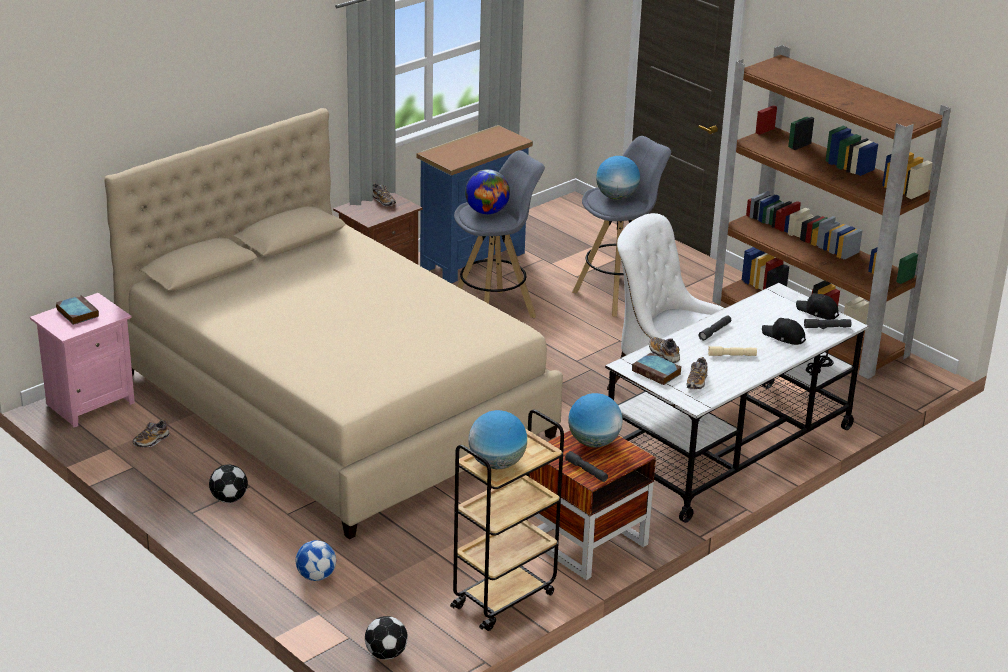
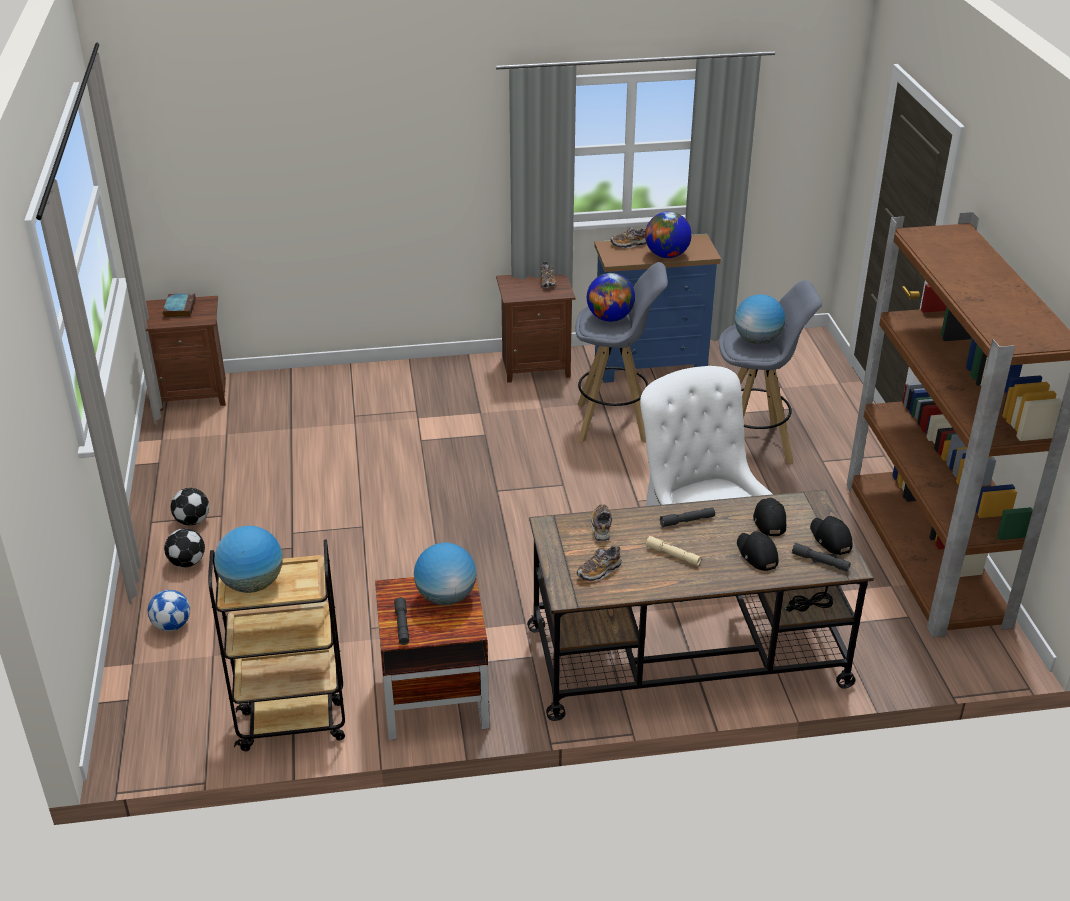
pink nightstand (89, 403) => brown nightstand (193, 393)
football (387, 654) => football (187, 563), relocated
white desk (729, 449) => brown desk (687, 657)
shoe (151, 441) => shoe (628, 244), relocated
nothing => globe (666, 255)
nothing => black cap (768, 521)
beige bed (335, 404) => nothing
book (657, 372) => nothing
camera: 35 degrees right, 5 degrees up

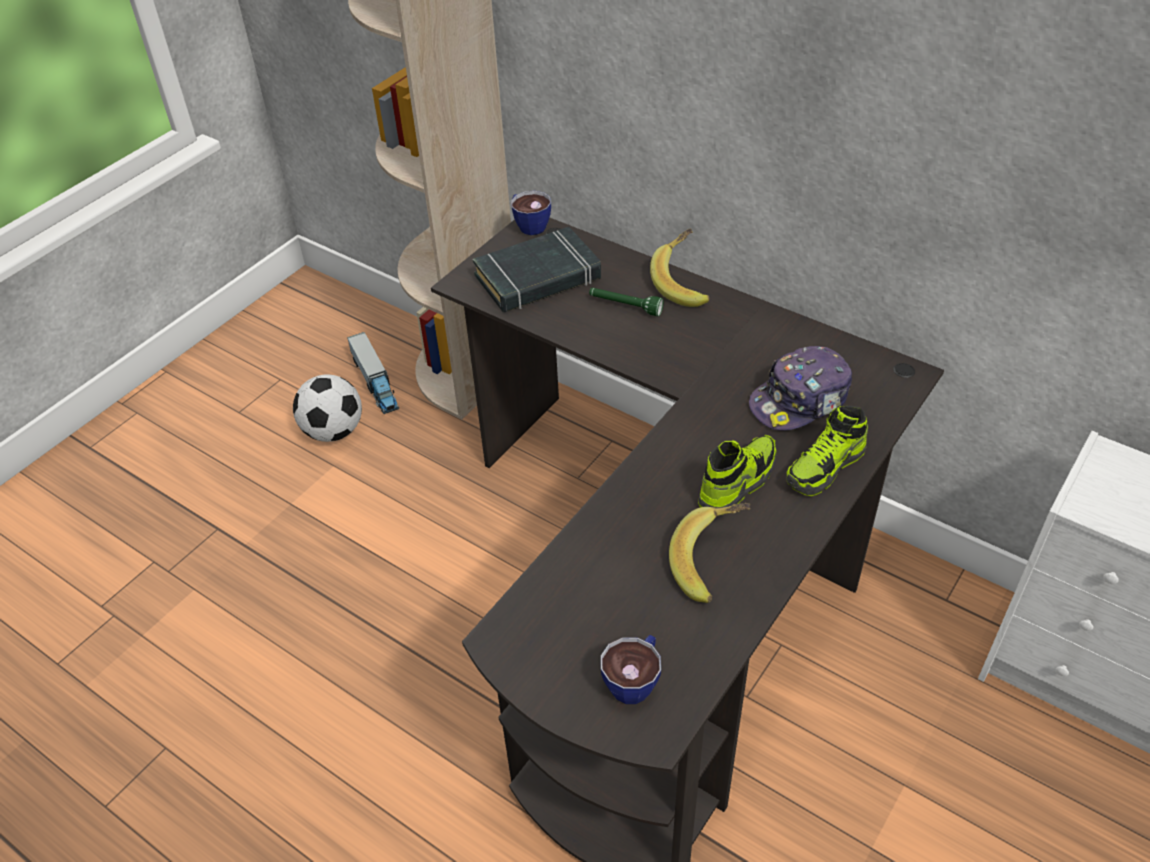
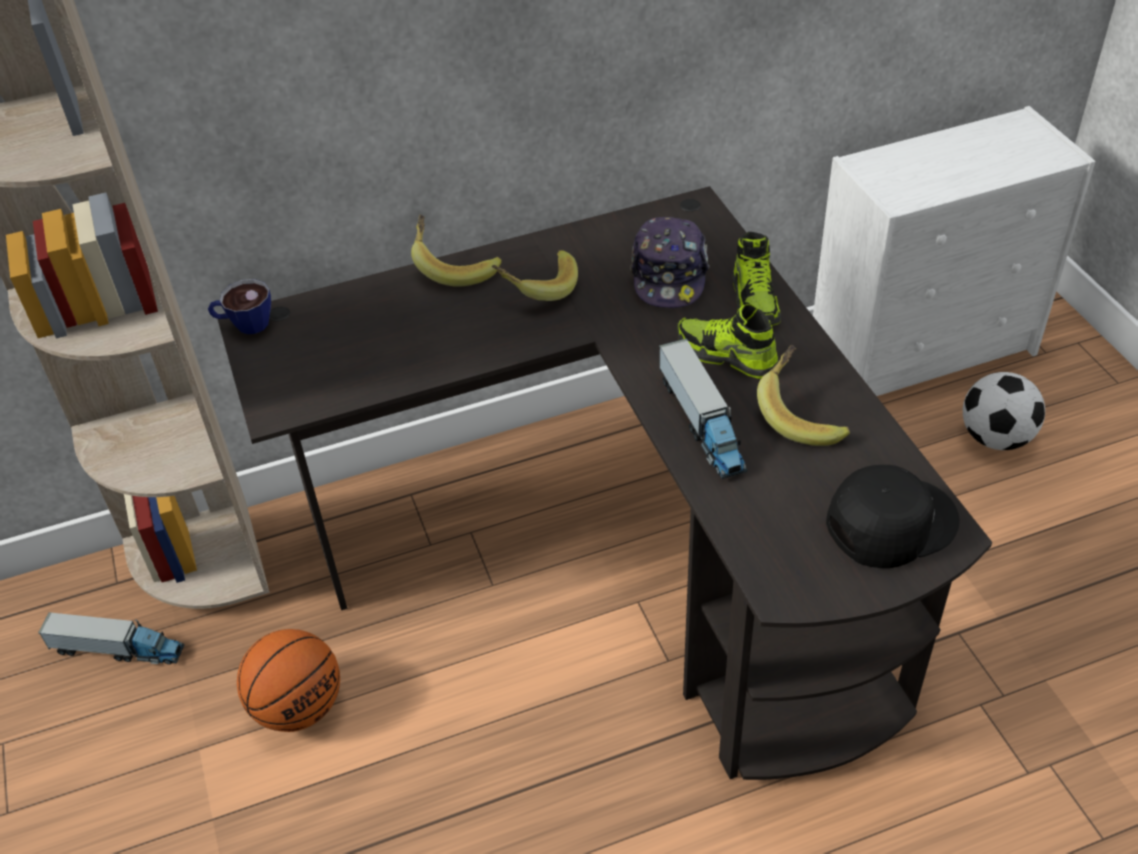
nothing => basketball (298, 706)
nothing => banana (537, 287)
nothing => toy truck (702, 423)
shoe (737, 482) => shoe (726, 356), 45 degrees counterclockwise
cup (635, 680) => black cap (889, 521)
football (333, 431) => football (995, 438), relocated
black book (538, 278) => nothing
green flashlight (625, 306) => nothing
camera: 55 degrees left, 0 degrees up

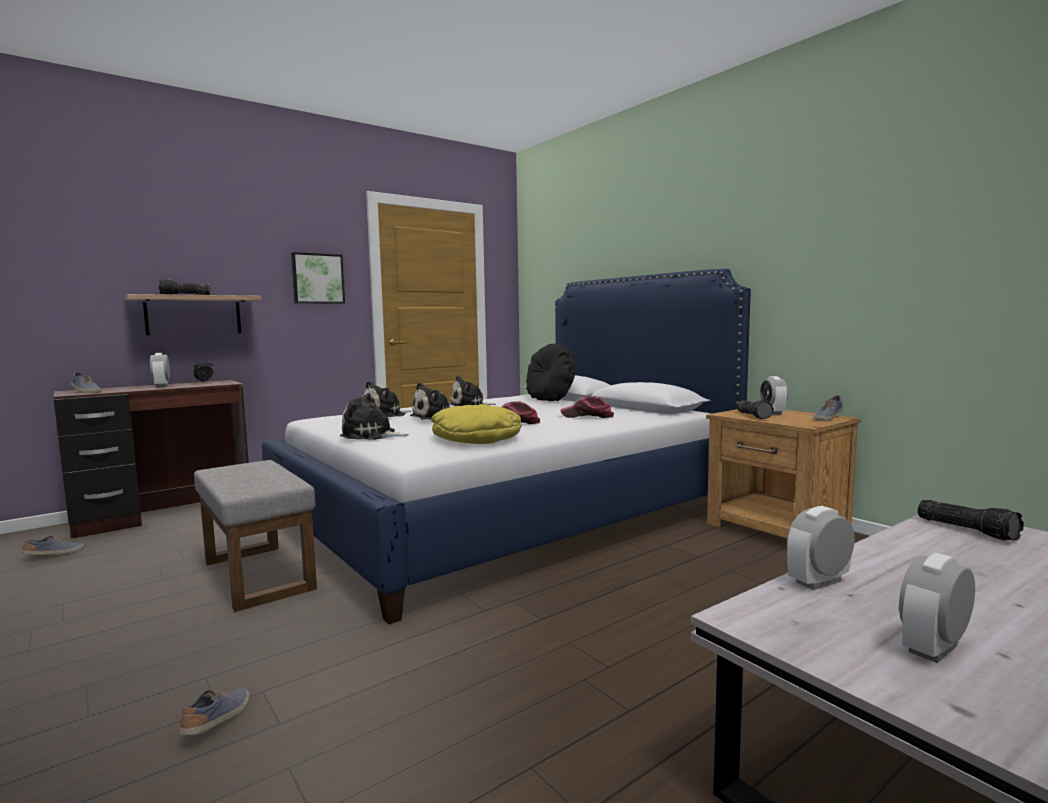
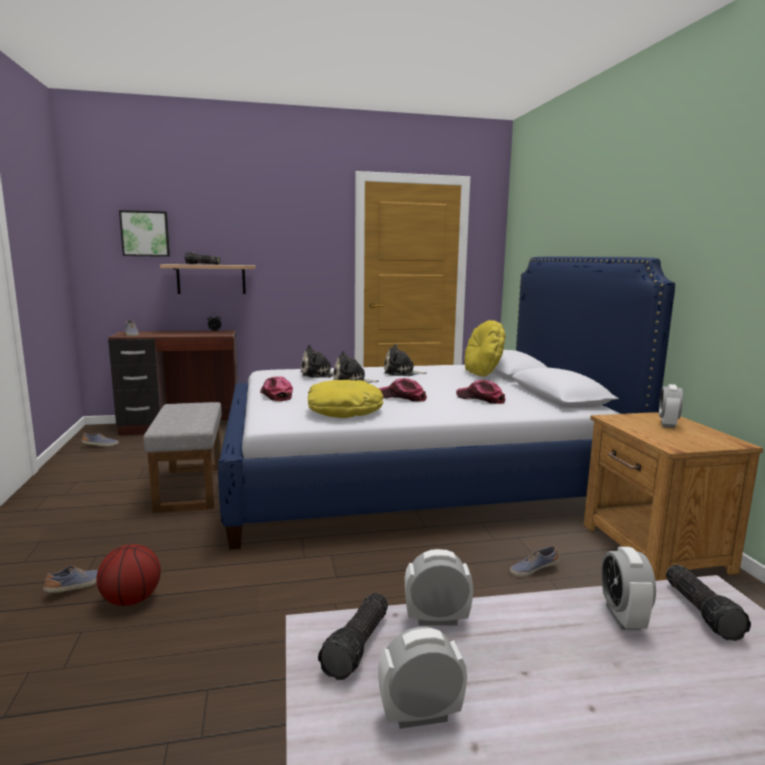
nothing => basketball (131, 600)
picture (317, 278) => picture (145, 234), relocated
plush toy (371, 435) => cap (275, 395)
flashlight (754, 416) => flashlight (359, 646), relocated
black pillow (550, 400) => yellow pillow (483, 374)
shoe (827, 418) => shoe (533, 570), relocated
alarm clock (162, 386) => alarm clock (623, 617), relocated
camera: 25 degrees right, 5 degrees up

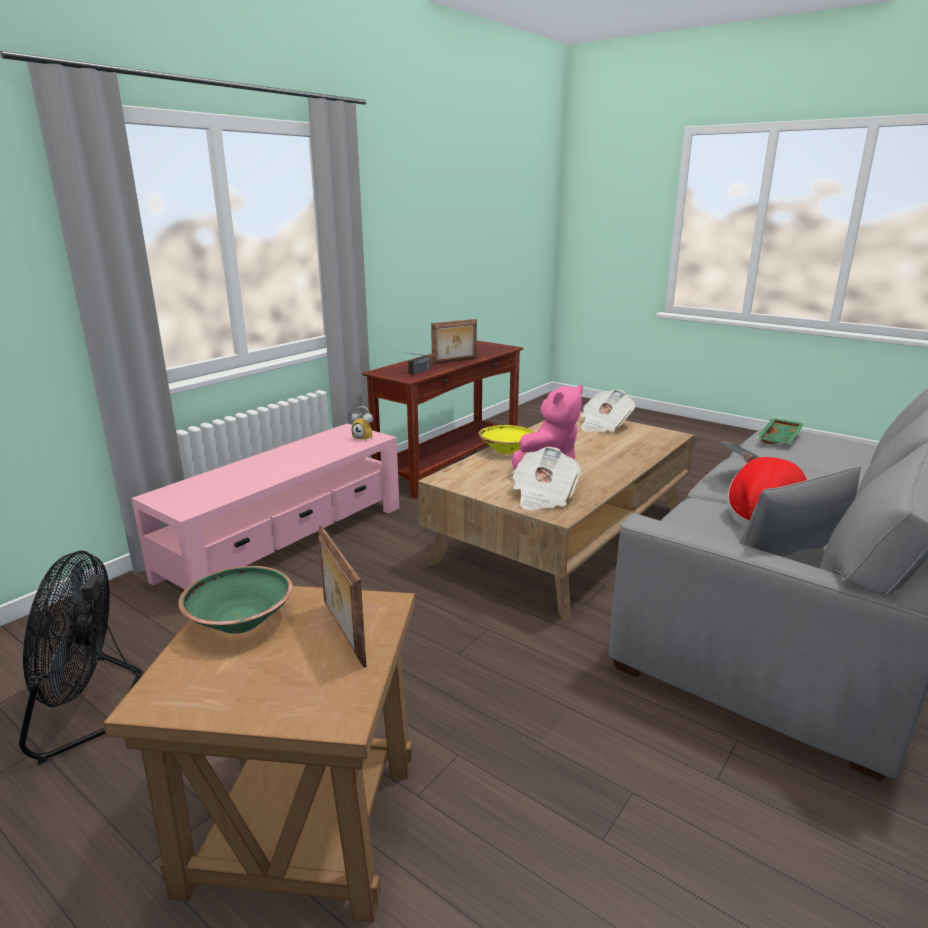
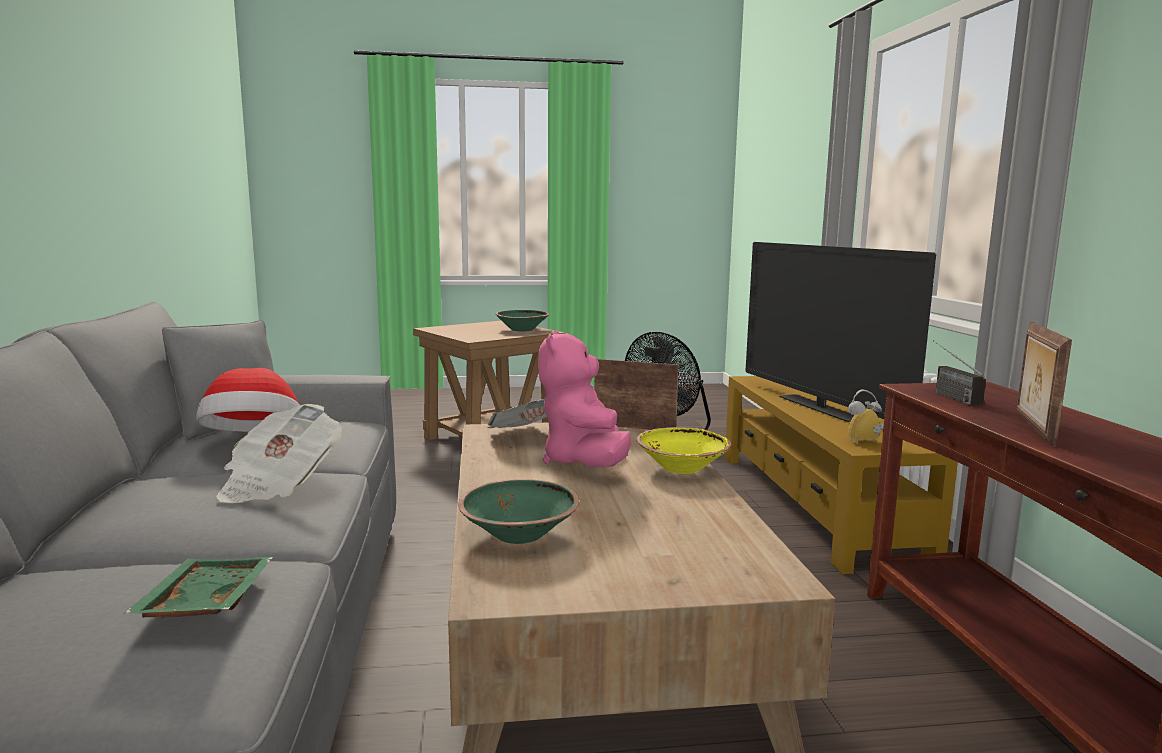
nothing => green bowl (519, 534)
picture frame (342, 634) => picture frame (634, 427), relocated
pink tv stand (286, 540) => yellow tv stand (816, 503)
nothing => television (819, 408)
newspaper (603, 425) => nothing
camera: 135 degrees right, 10 degrees down

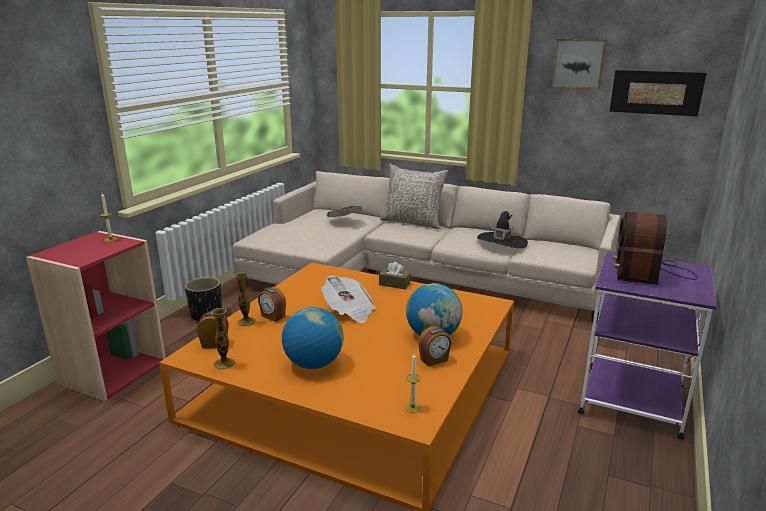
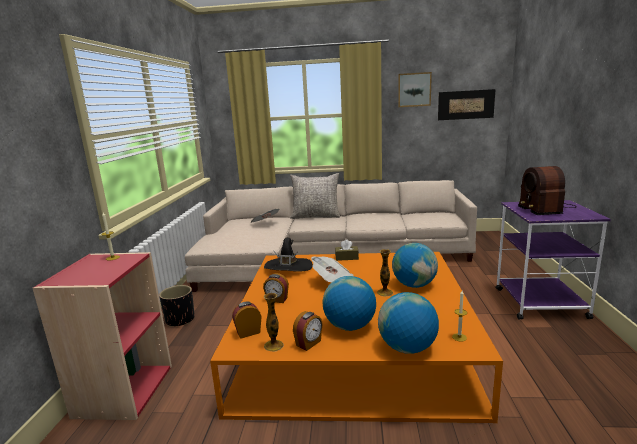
black hat (501, 242) => black hat (288, 267), relocated
alarm clock (434, 360) => alarm clock (309, 343), relocated
vase (246, 322) => vase (384, 292), relocated
nothing => globe (407, 348)
camera: 20 degrees left, 5 degrees down

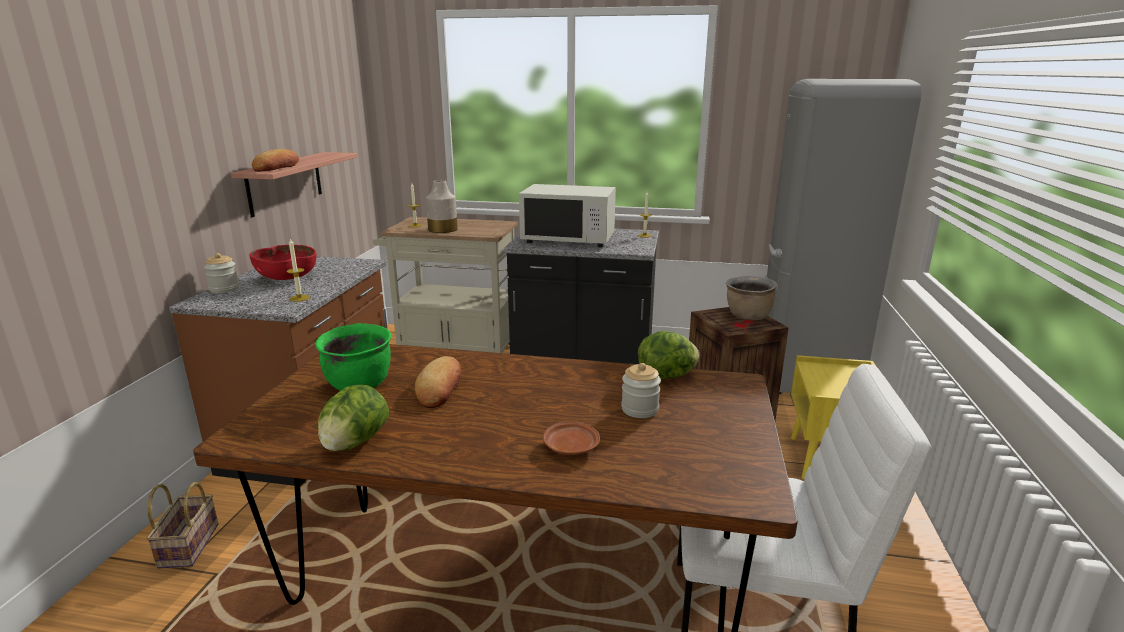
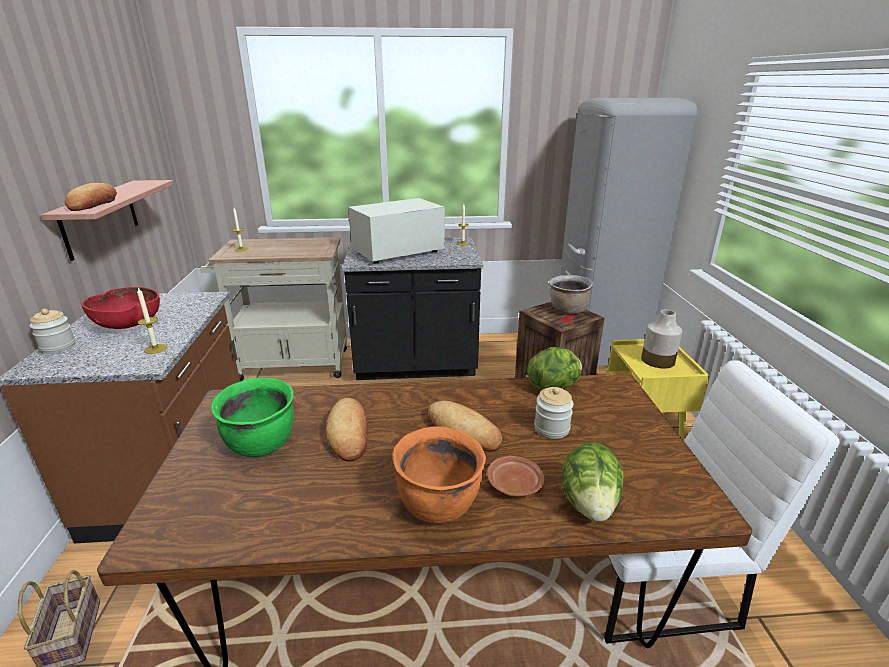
white microwave (568, 239) => white microwave (398, 252), 150 degrees clockwise
nothing => orange cooking pot (439, 505)
nothing => bread (463, 431)
lettuce (354, 443) => lettuce (589, 503), relocated
beige vase (443, 229) => beige vase (657, 360), relocated
camera: 15 degrees left, 5 degrees up

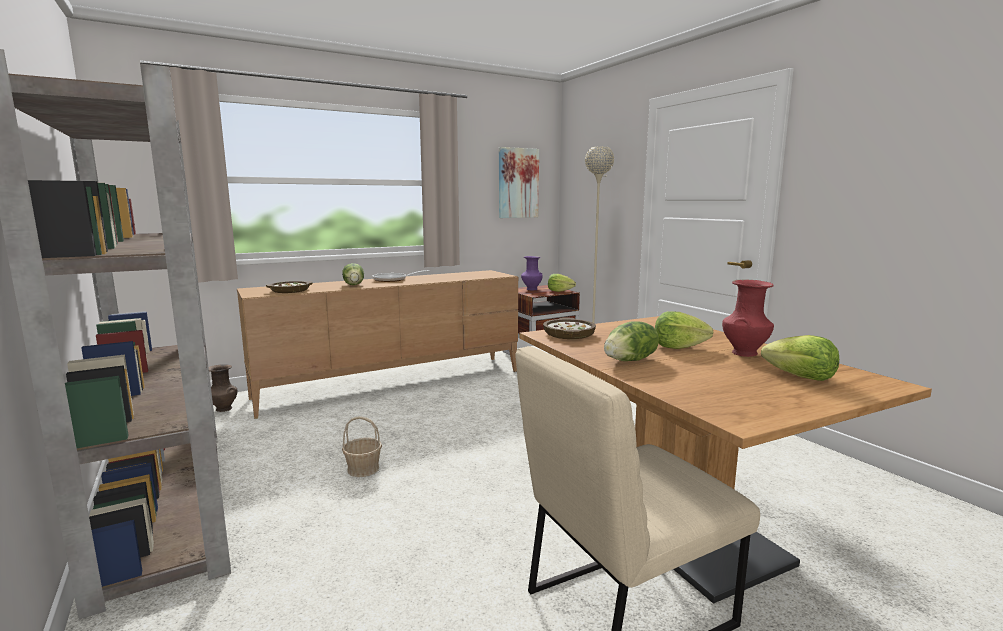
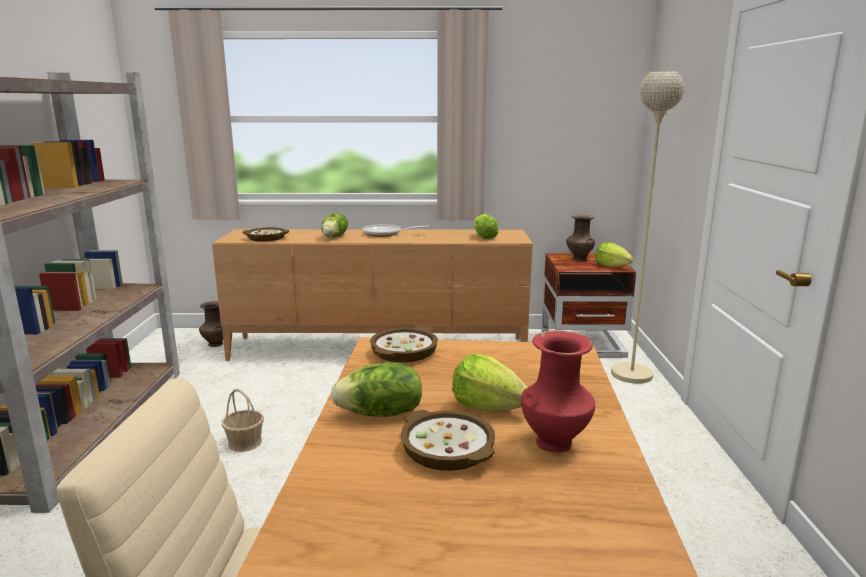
nothing => bowl (448, 449)
lettuce (800, 377) => lettuce (483, 237), relocated
purple vase (531, 289) => brown vase (578, 258)
picture (518, 183) => nothing
camera: 30 degrees right, 5 degrees up

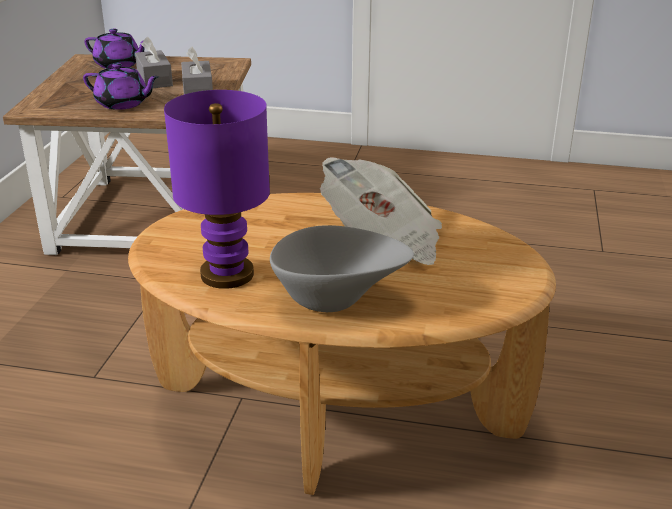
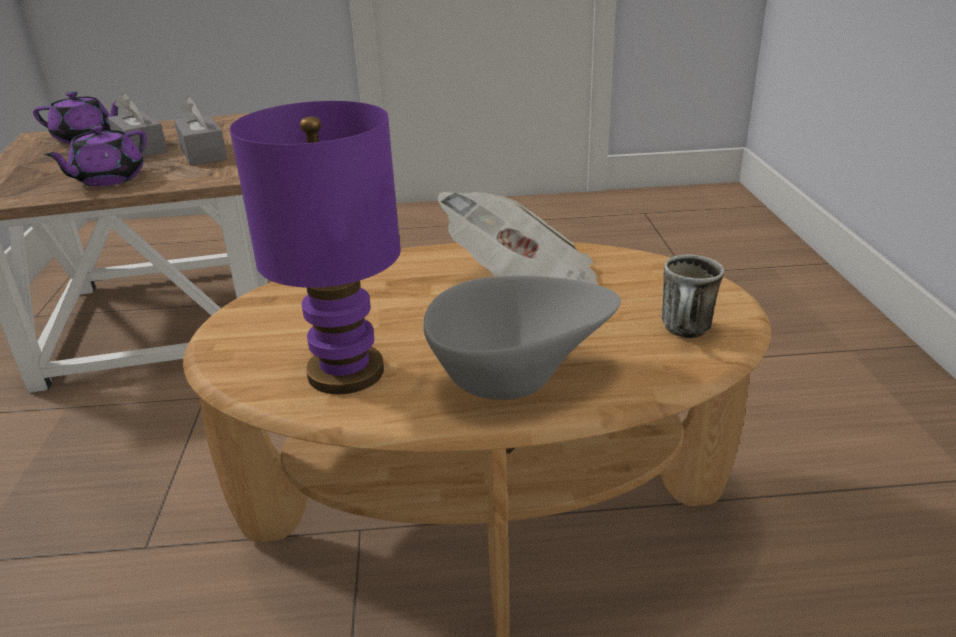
purple teapot (123, 104) => purple teapot (108, 179), 120 degrees clockwise
nothing => mug (687, 334)
camera: 15 degrees left, 0 degrees up

